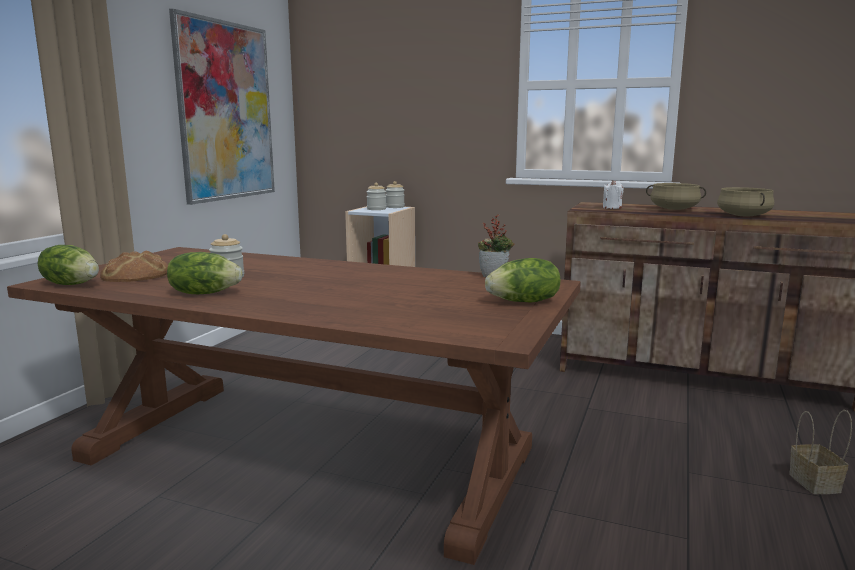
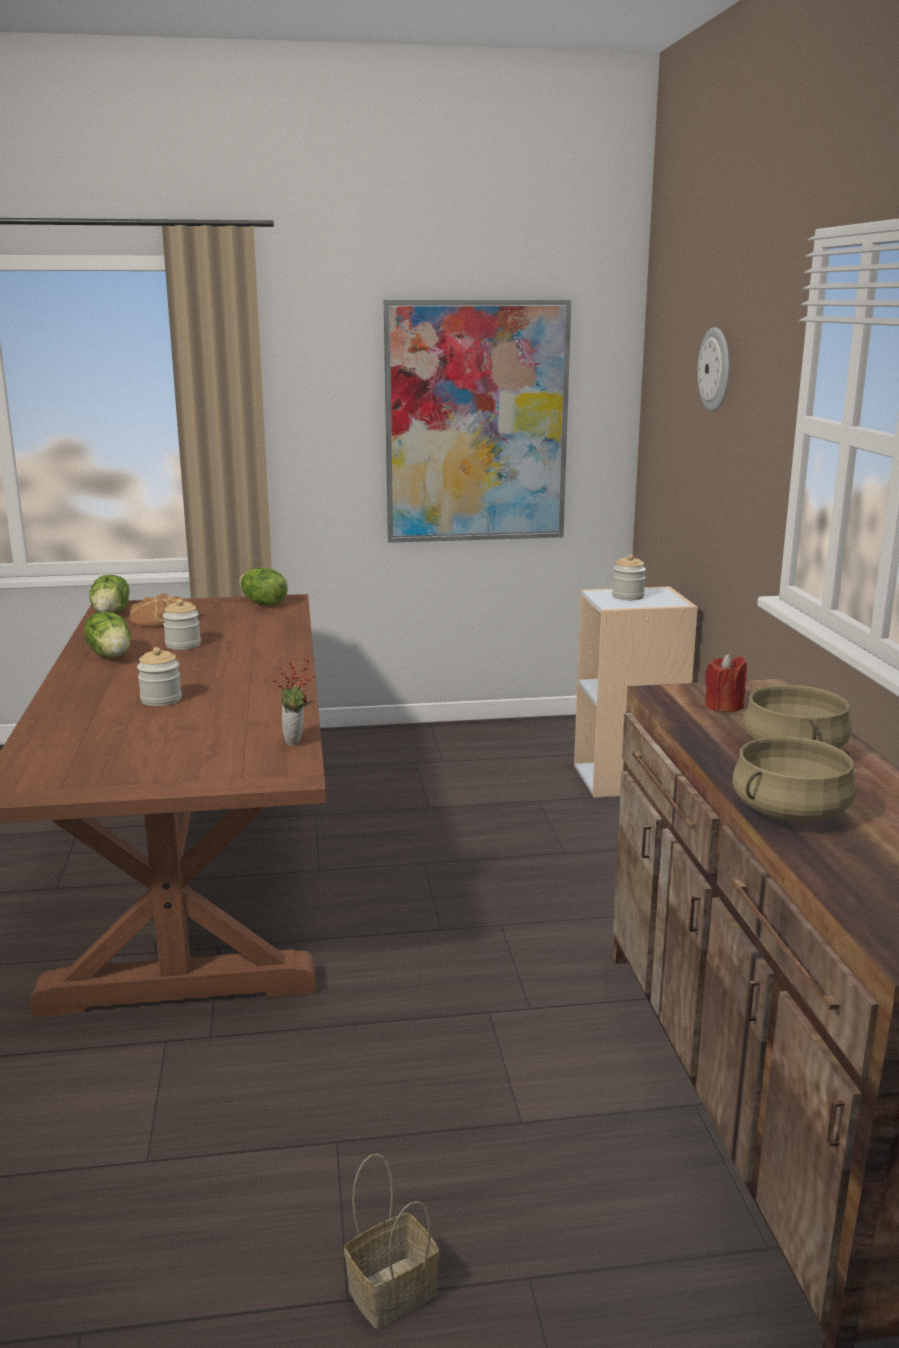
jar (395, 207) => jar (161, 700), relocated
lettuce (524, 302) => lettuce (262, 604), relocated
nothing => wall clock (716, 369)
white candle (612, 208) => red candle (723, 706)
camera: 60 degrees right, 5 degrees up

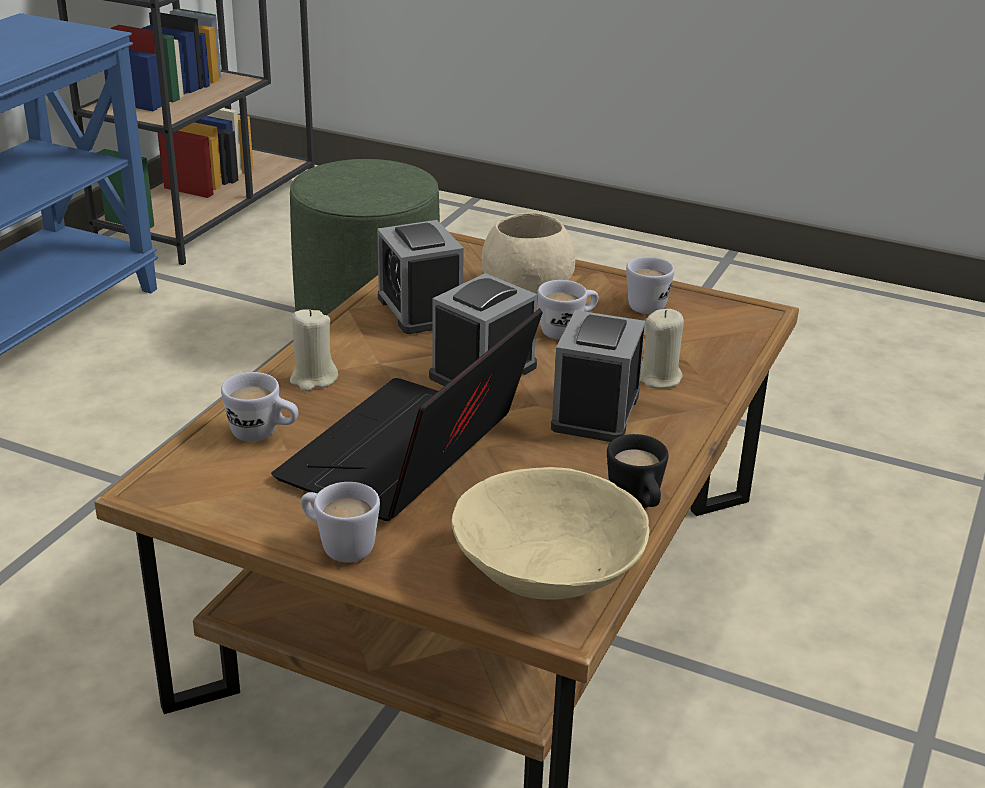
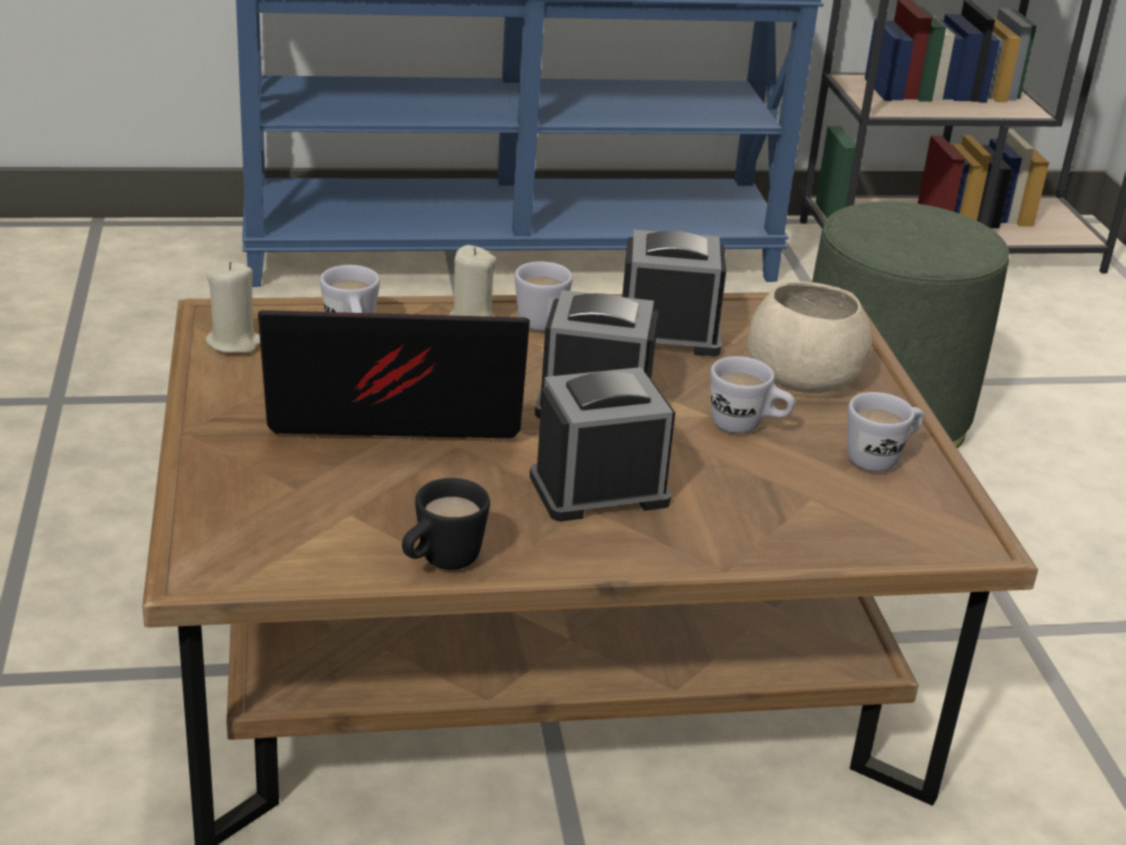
beige candle (659, 378) => beige candle (235, 342), relocated
white mug (339, 546) => white mug (540, 318), relocated
alarm clock (420, 310) => alarm clock (667, 334), 60 degrees clockwise
beige bowl (548, 571) => nothing
camera: 55 degrees right, 0 degrees up

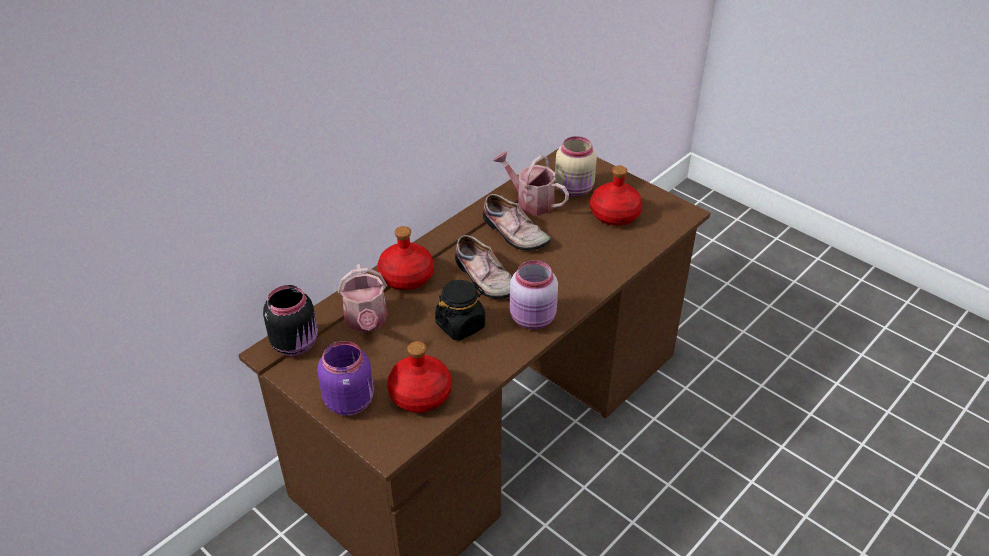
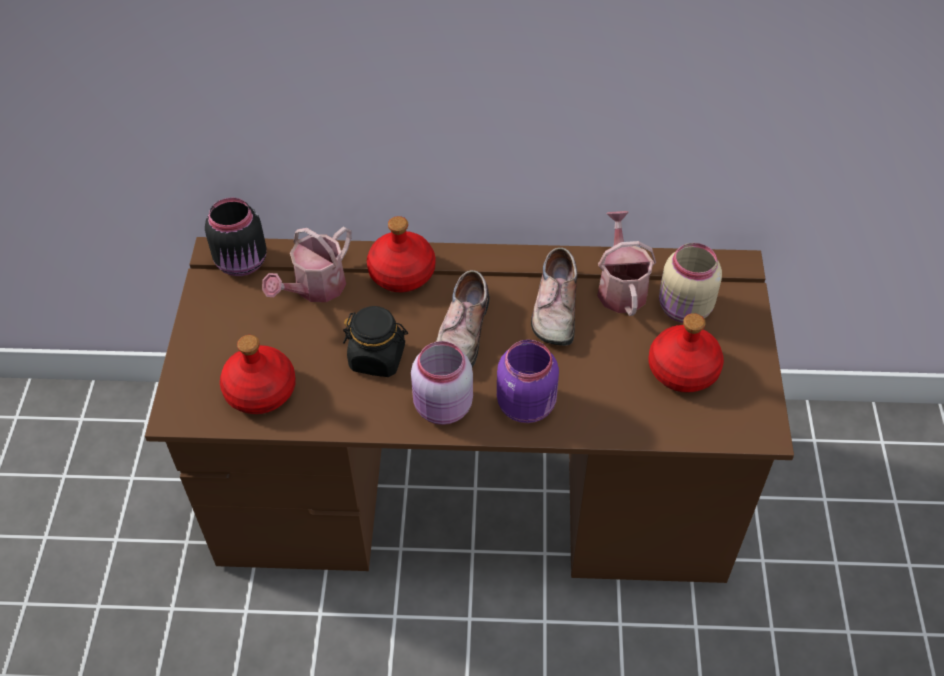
purple jar (350, 400) => purple jar (528, 404), relocated
camera: 50 degrees right, 10 degrees up

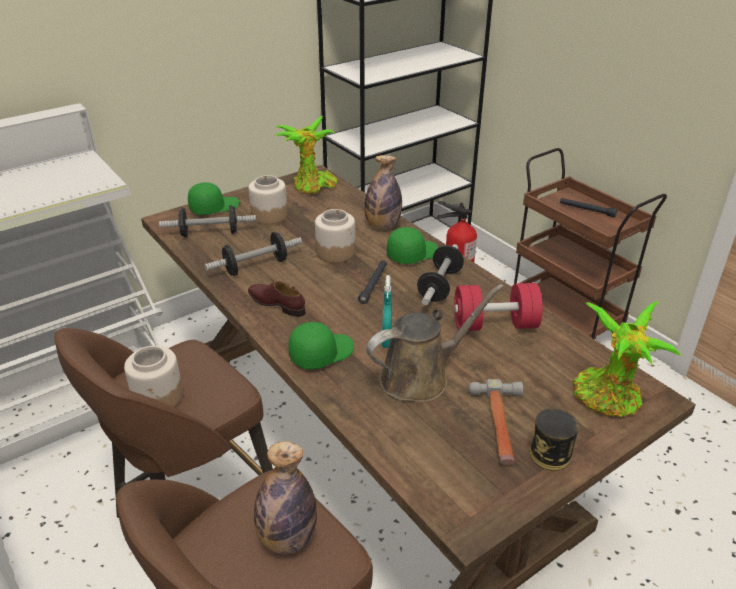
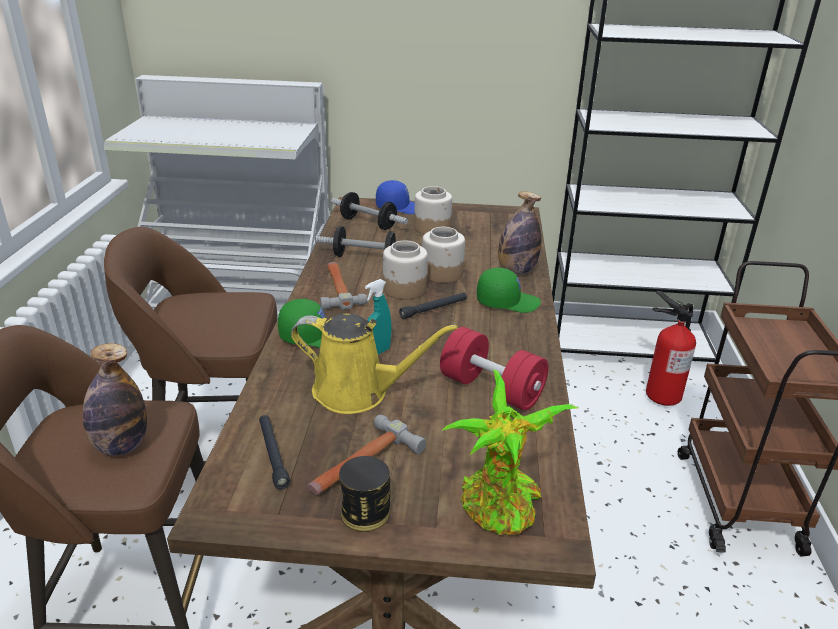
black flashlight (587, 210) => black flashlight (273, 455), relocated
brown watering can (420, 377) => yellow watering can (358, 392)
brown shoe (277, 304) => hammer (338, 288)
green cap (214, 207) => blue cap (400, 207)
jar (158, 397) => jar (404, 289), relocated
potted plant (312, 187) => nothing
dumbbell (440, 286) => nothing
camera: 40 degrees right, 5 degrees down

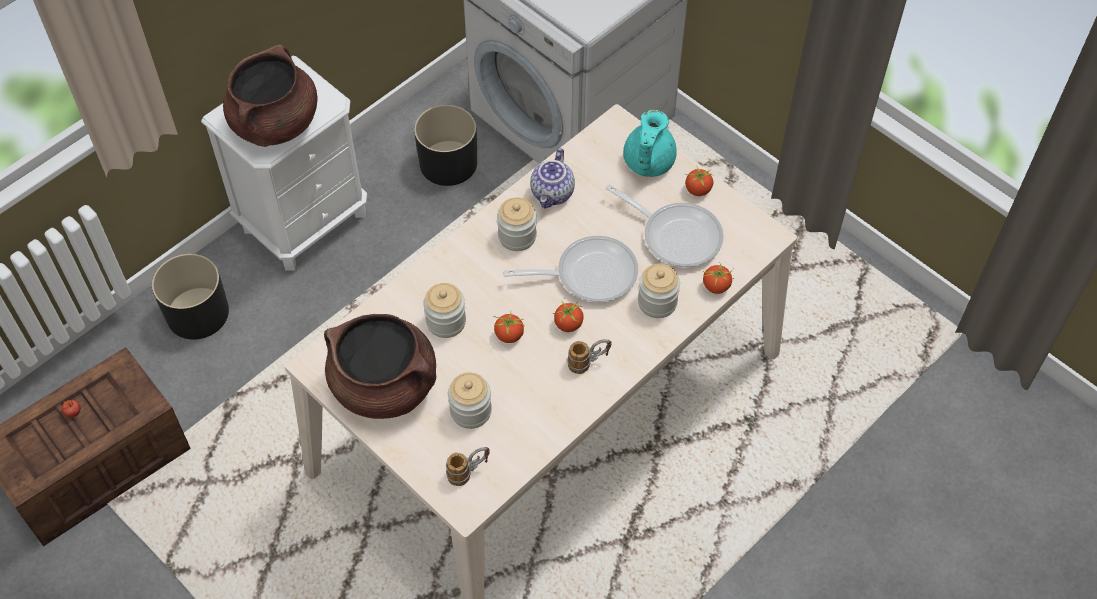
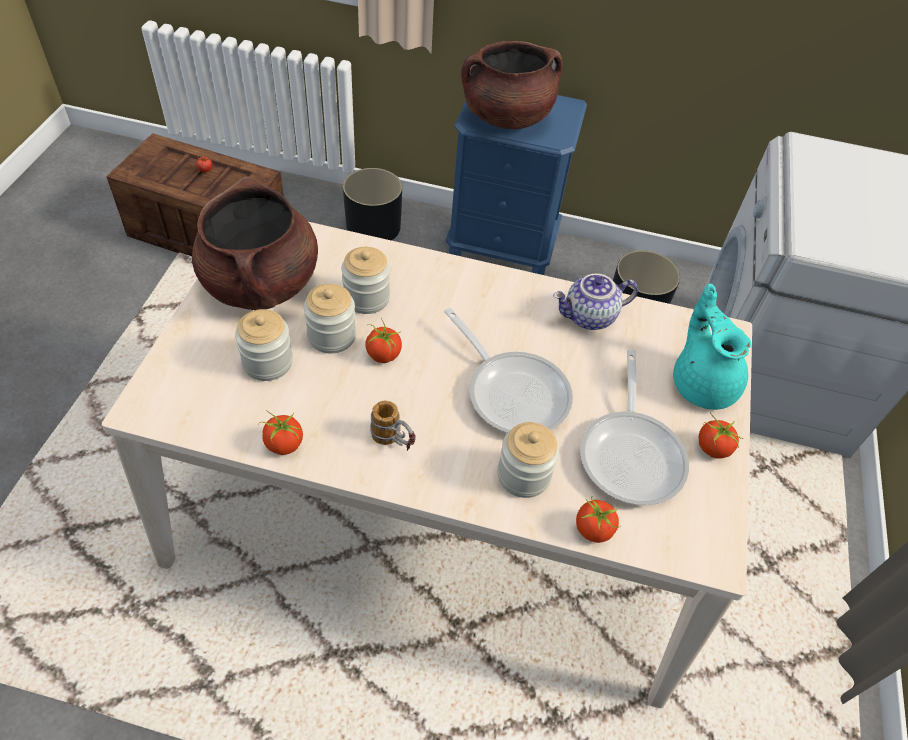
tomato (568, 324) => tomato (283, 444), relocated
jar (517, 236) => jar (331, 336), relocated
white nightstand (305, 220) => blue nightstand (502, 248)
turquoise teapot (647, 163) => turquoise teapot (702, 382), 90 degrees clockwise
mug (469, 472) => nothing
camera: 55 degrees right, 5 degrees down

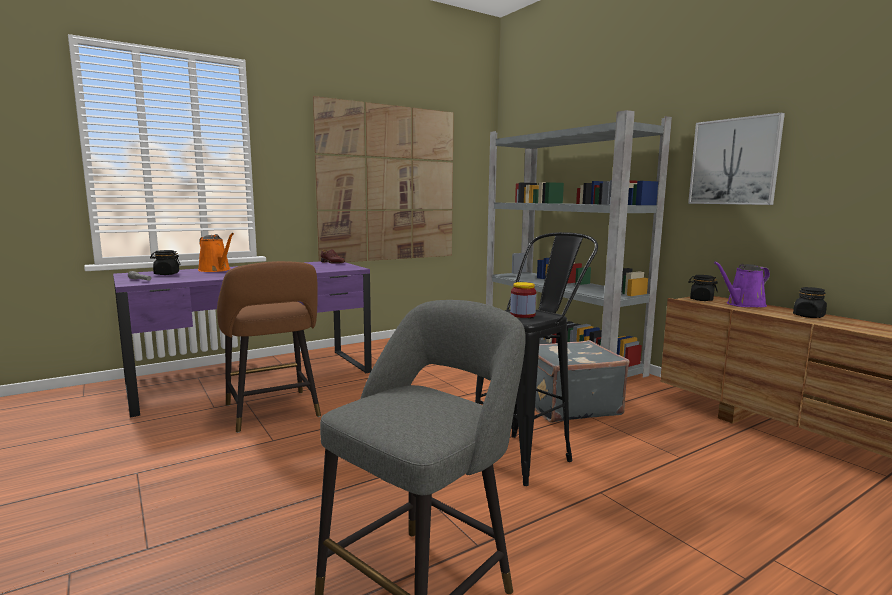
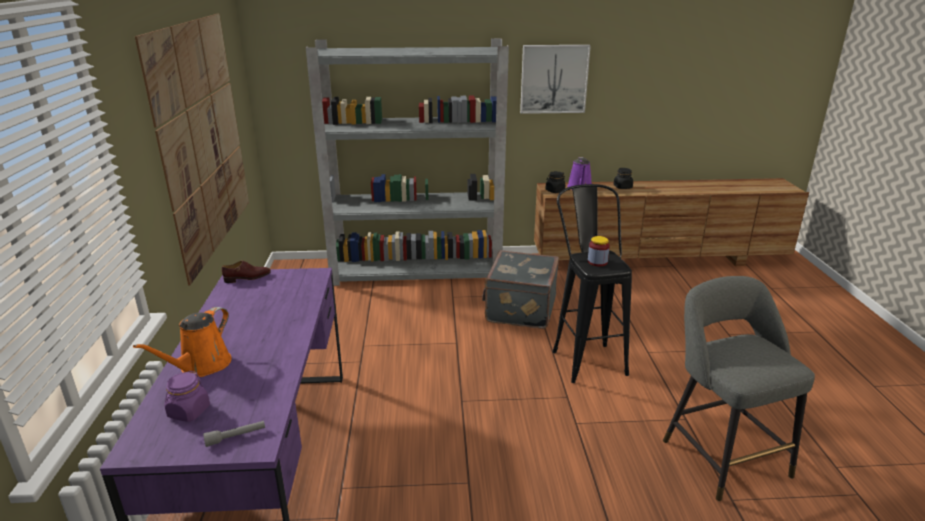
orange watering can (216, 270) => orange watering can (202, 366), 135 degrees clockwise
black jar (166, 274) => purple jar (189, 411)
brown stool (273, 413) => nothing
camera: 60 degrees left, 15 degrees up

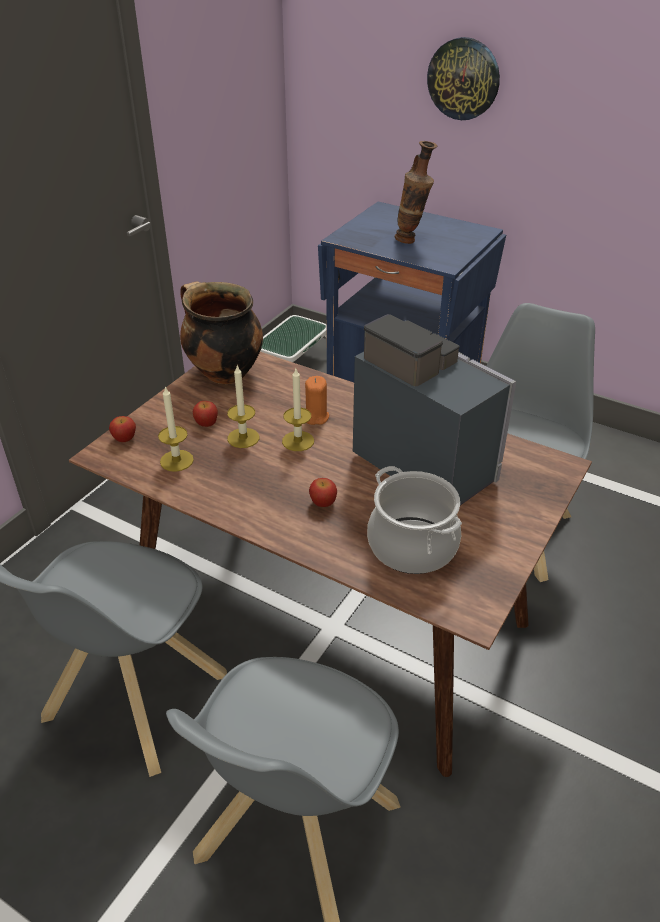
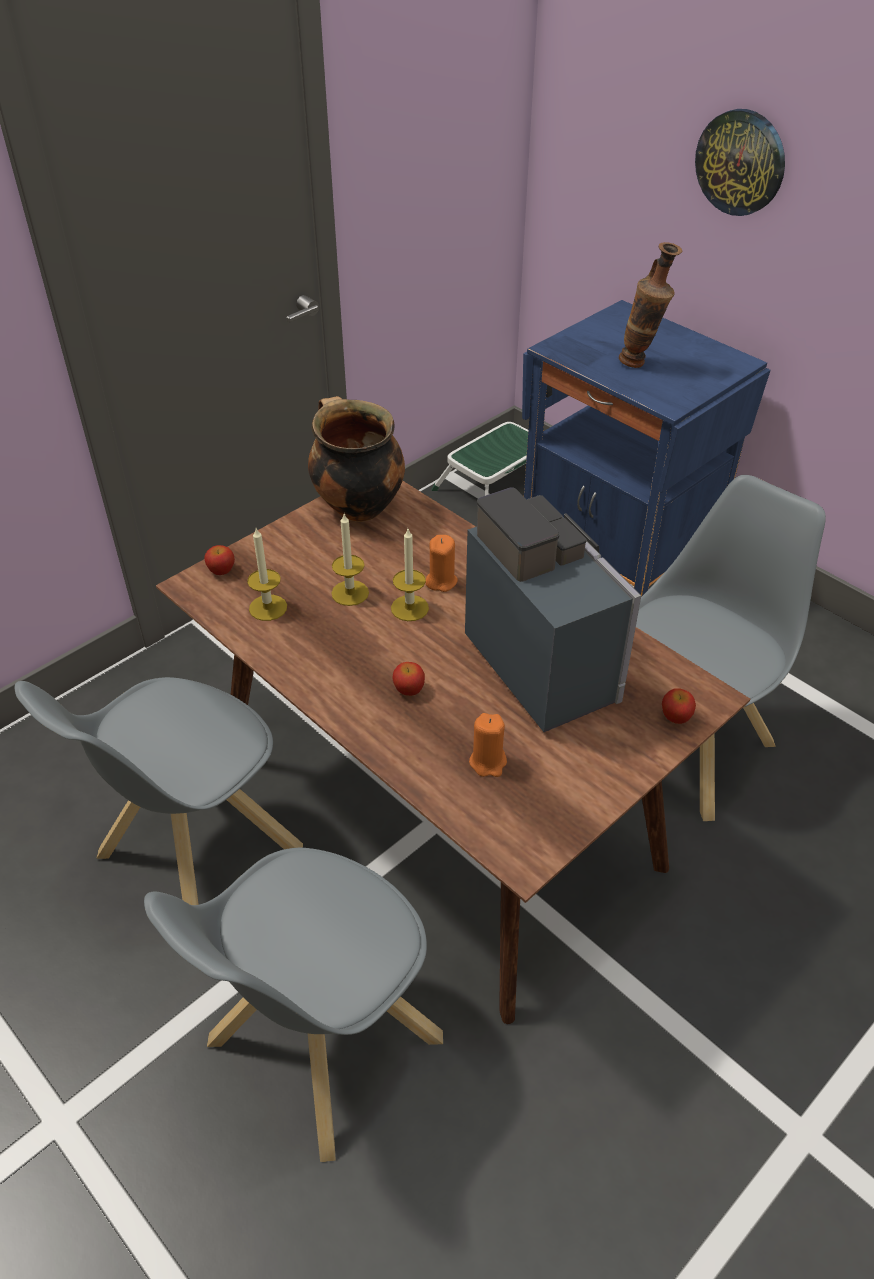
cooking pot (412, 546) => orange candle (488, 762)
apple (206, 423) => apple (675, 717), relocated
camera: 15 degrees right, 5 degrees up

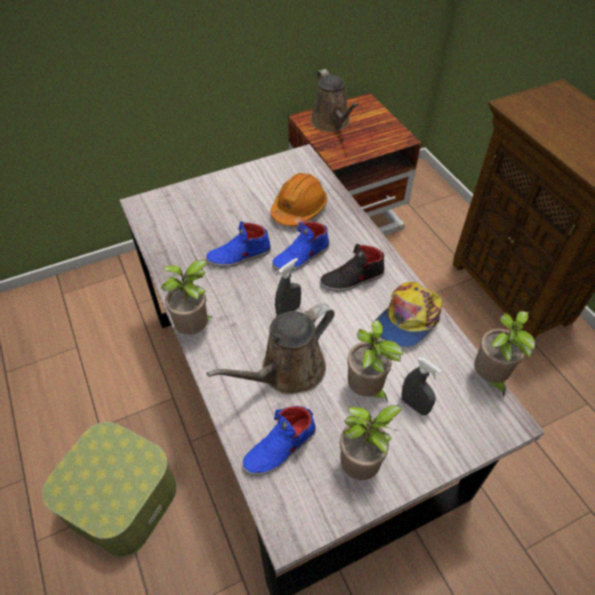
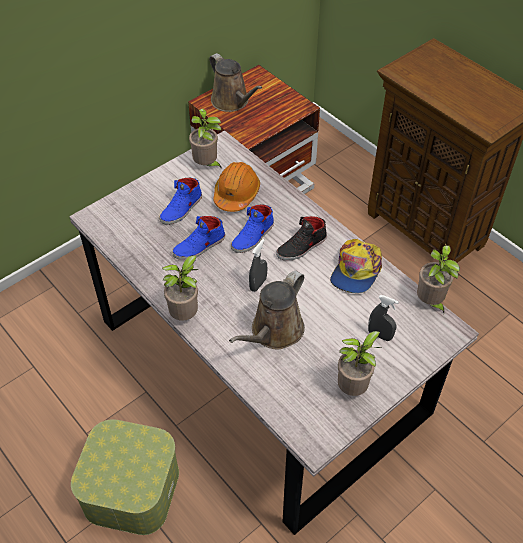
blue shoe (280, 449) => blue shoe (182, 209), relocated
potted plant (366, 390) => potted plant (207, 165), relocated
camera: 15 degrees left, 0 degrees up

